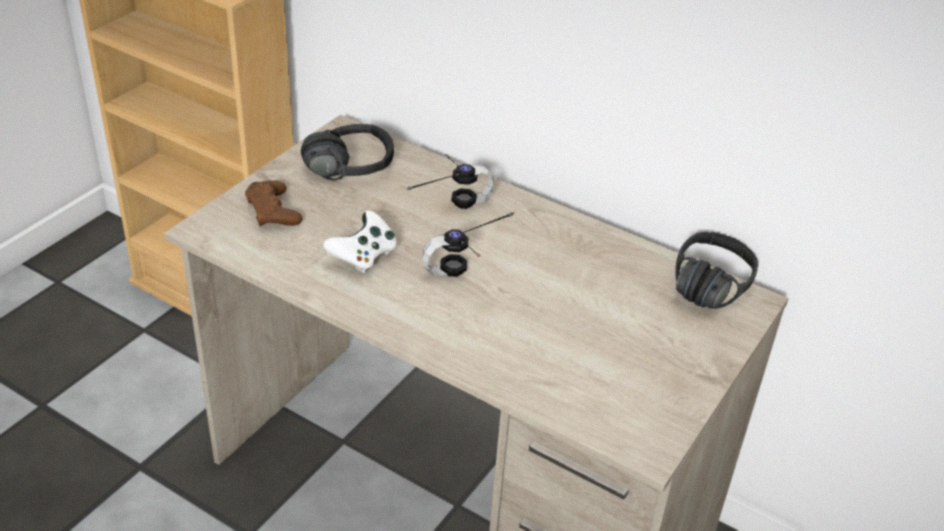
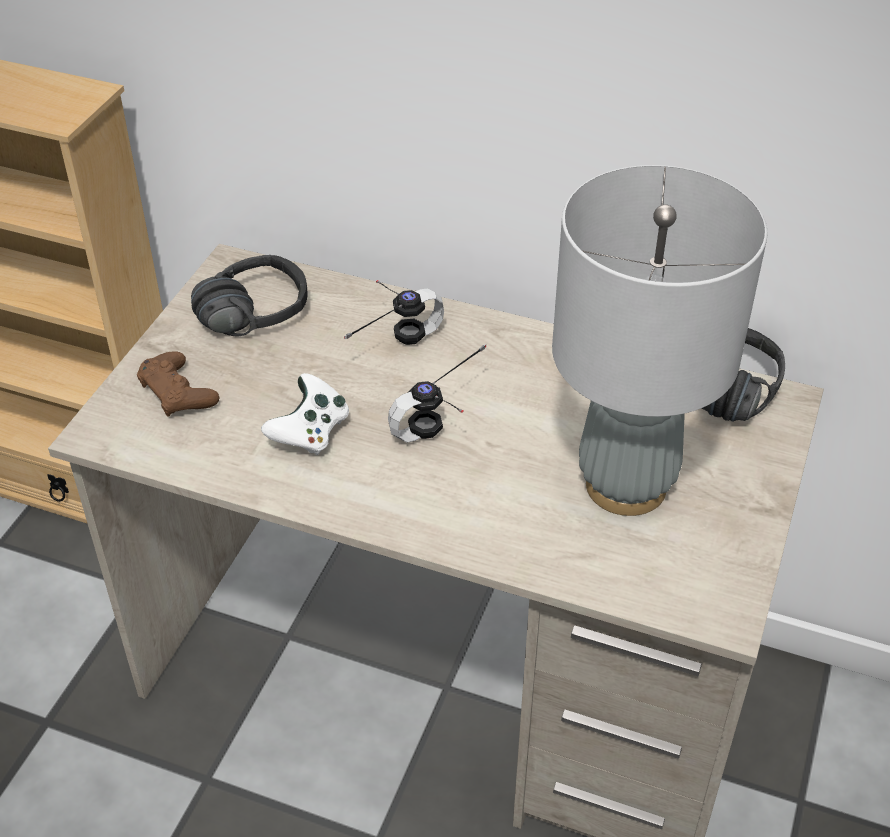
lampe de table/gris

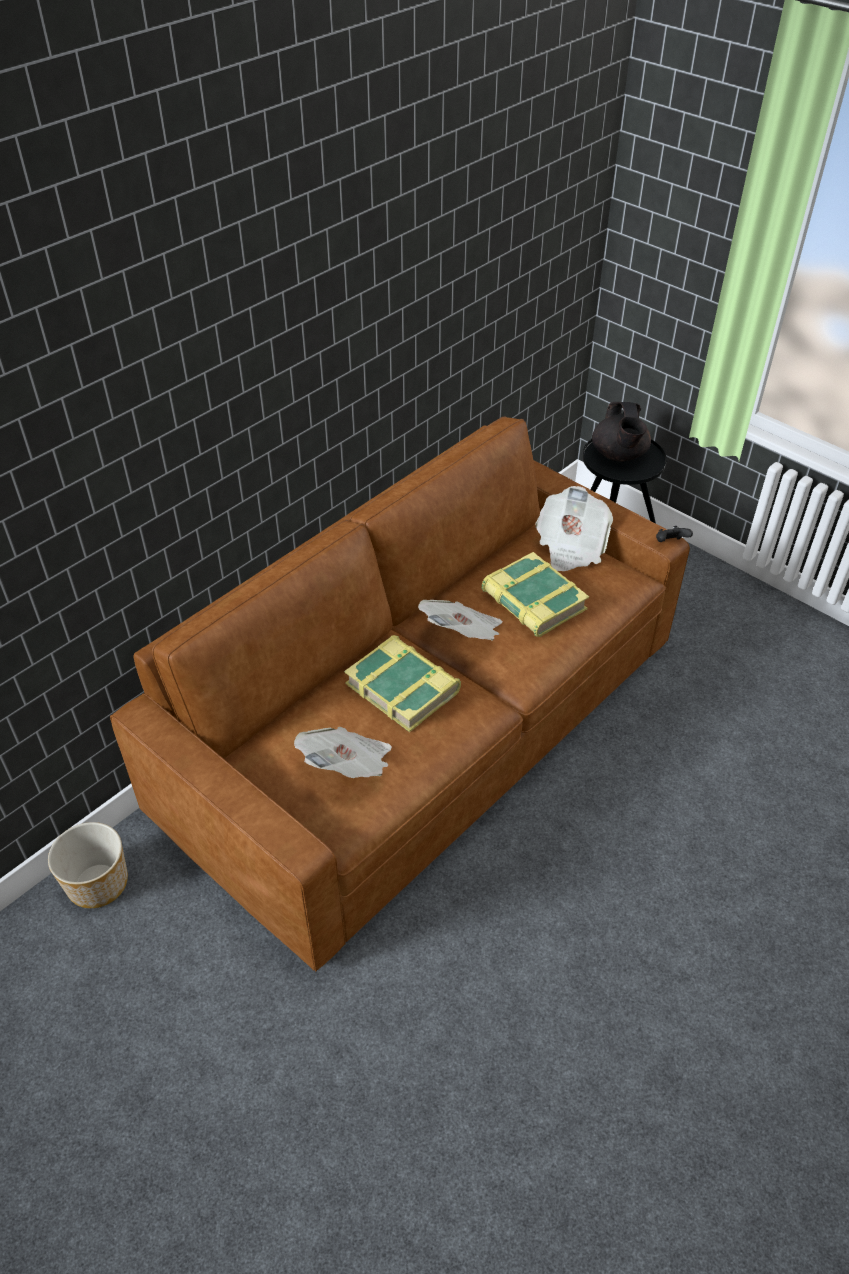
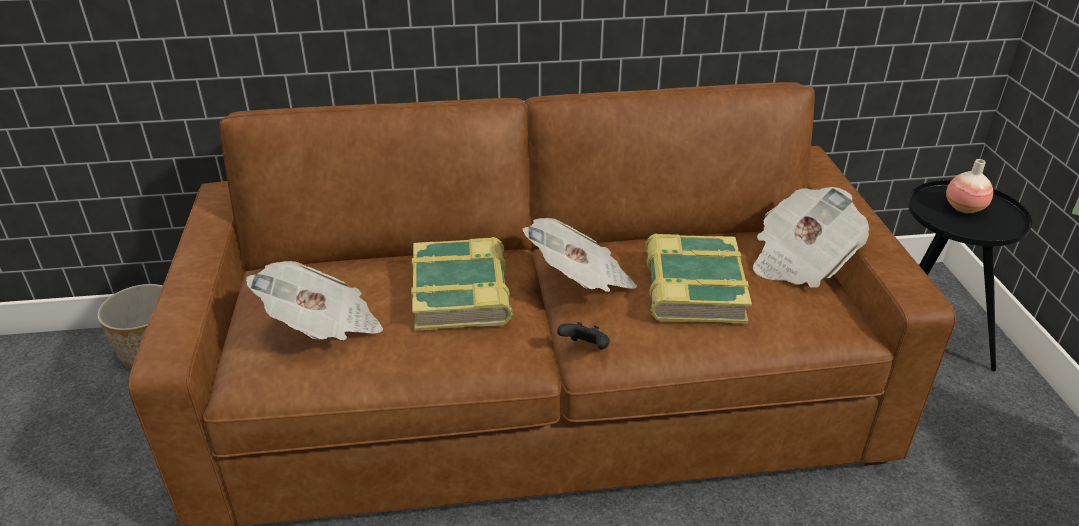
manette/noir; vase

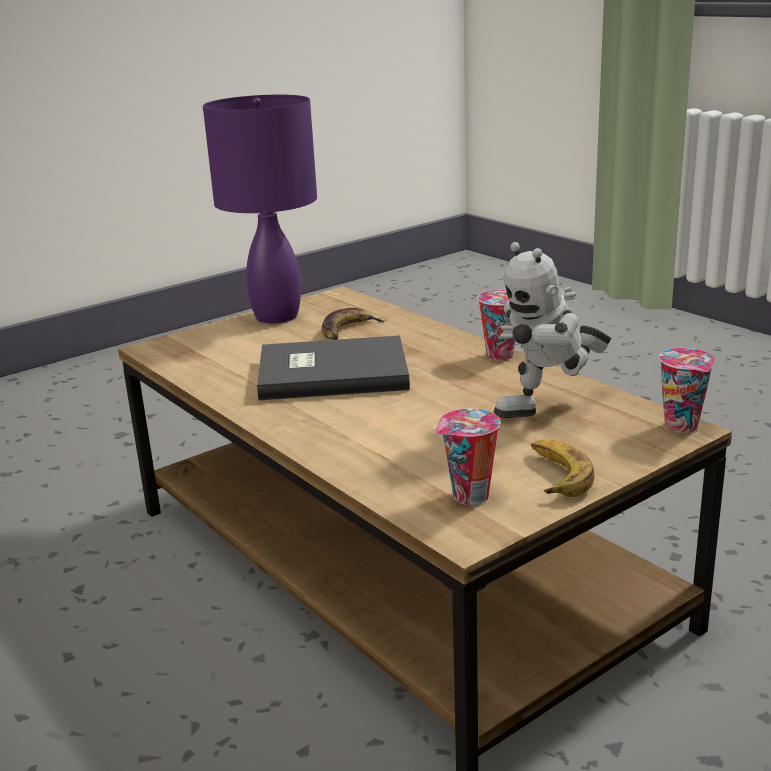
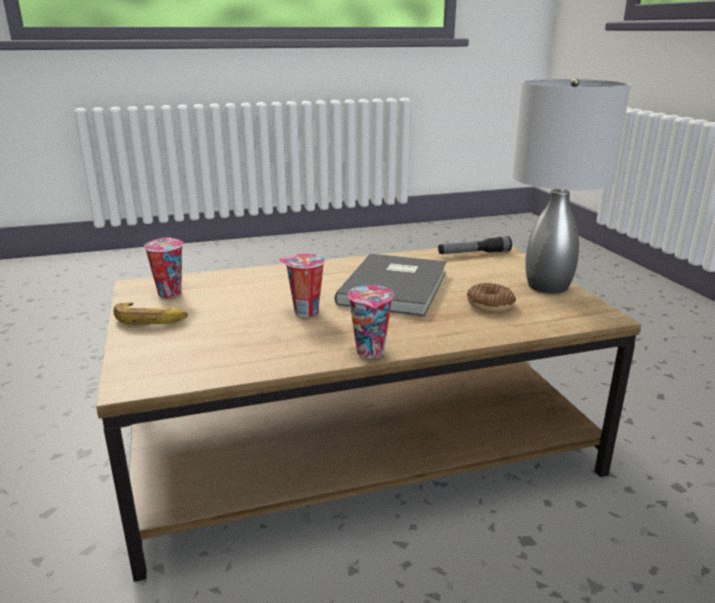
tasse (no. 2 from left); lampe de poche; beignet; lampe de table/gris; robot jouet

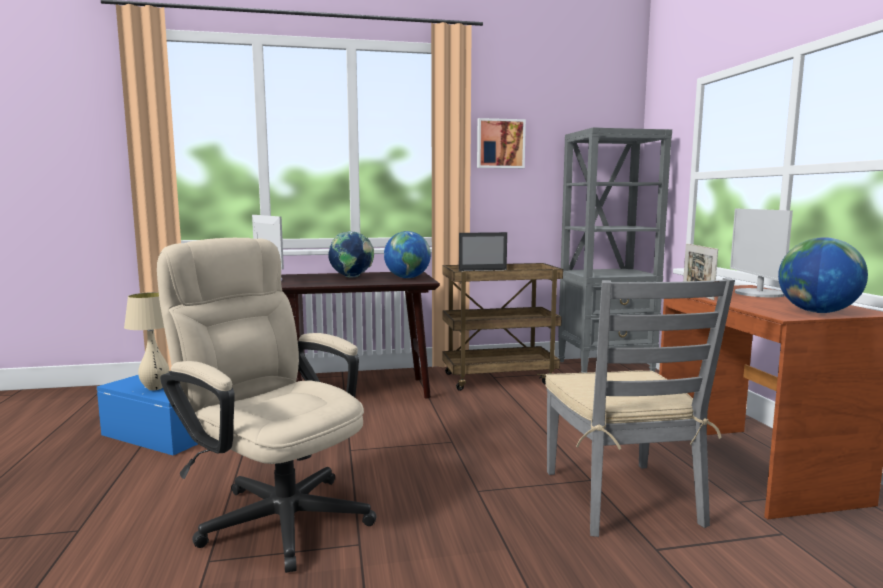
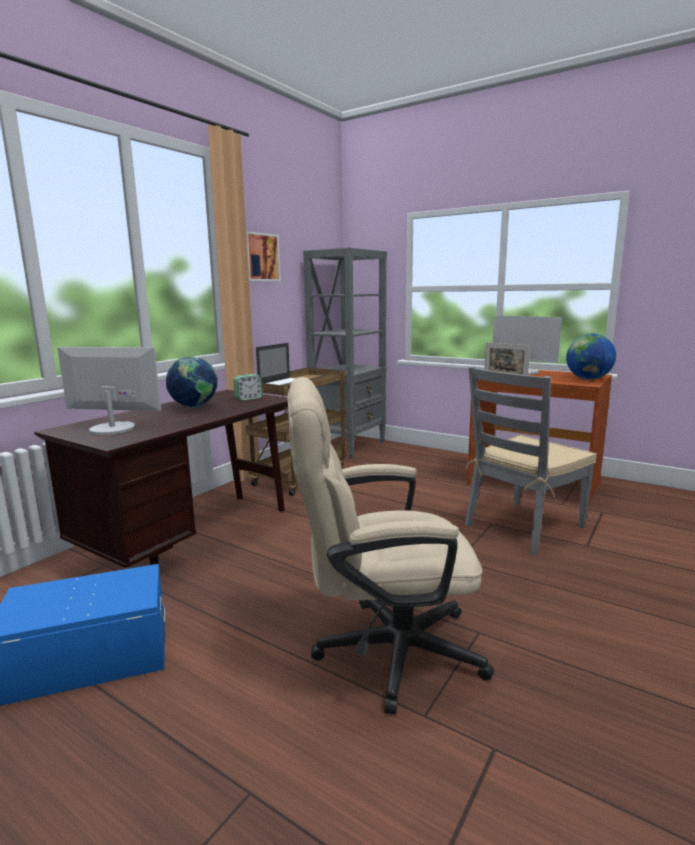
réveil; chaise/gris; lampe de table/beige

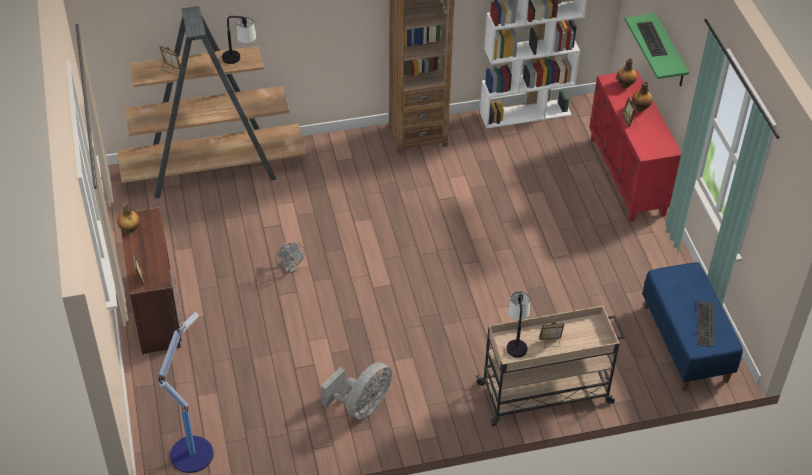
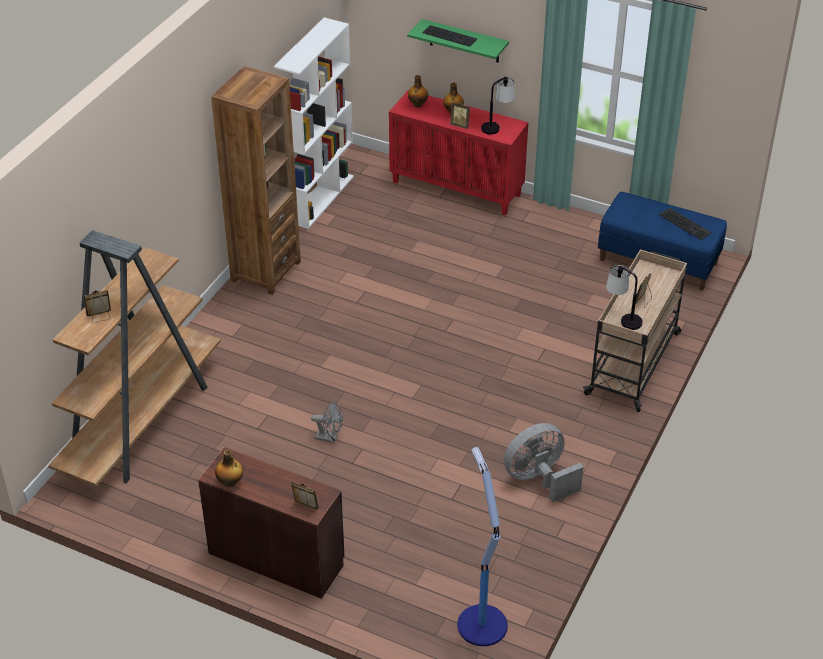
lampe de table (no. 1 from left); ventilateur/gris (no. 2 from left)

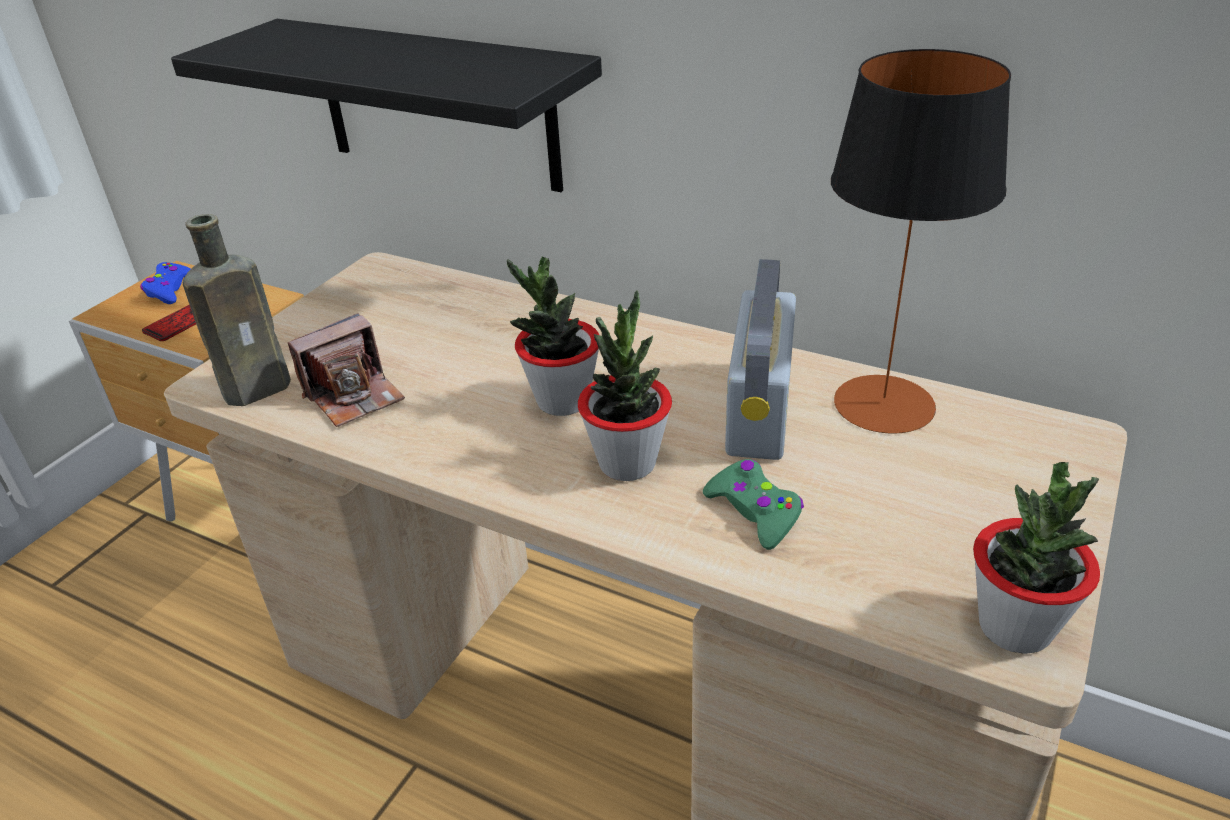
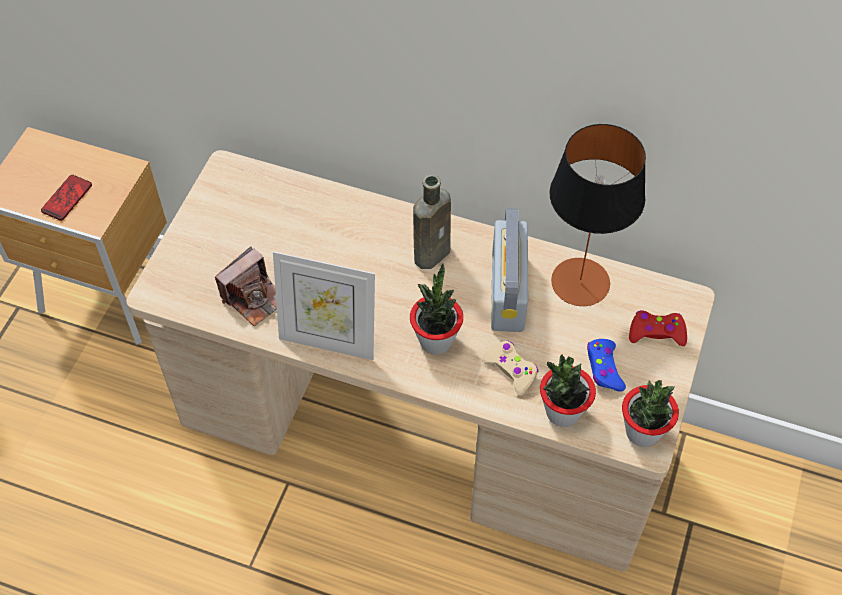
cadre photo; bouteille/marron; manette/beige; plante en pot (no. 2 from left); manette/bleu; manette/rouge; étagère/noir

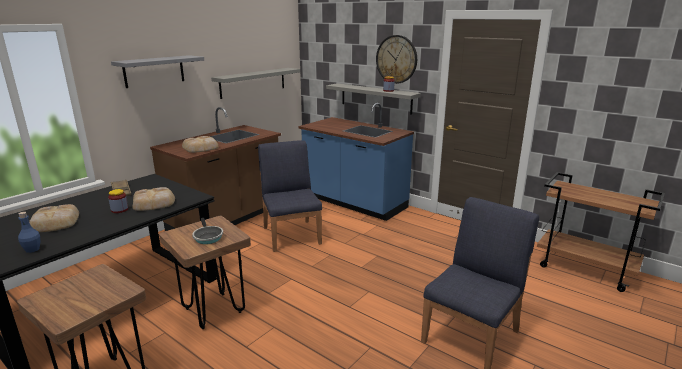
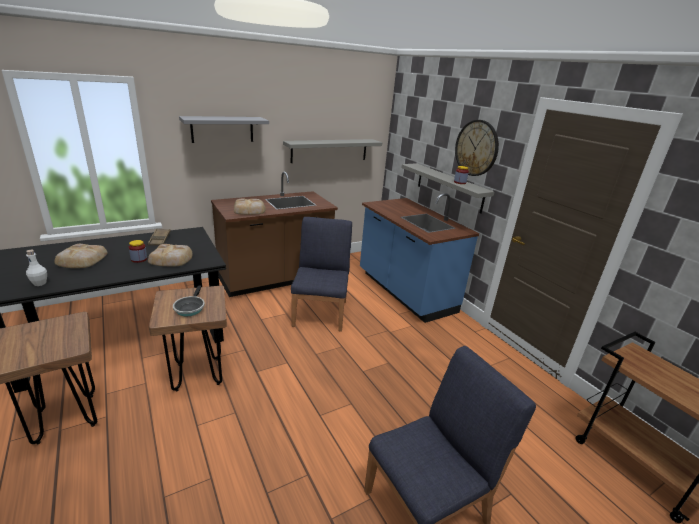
bouteille/blanc

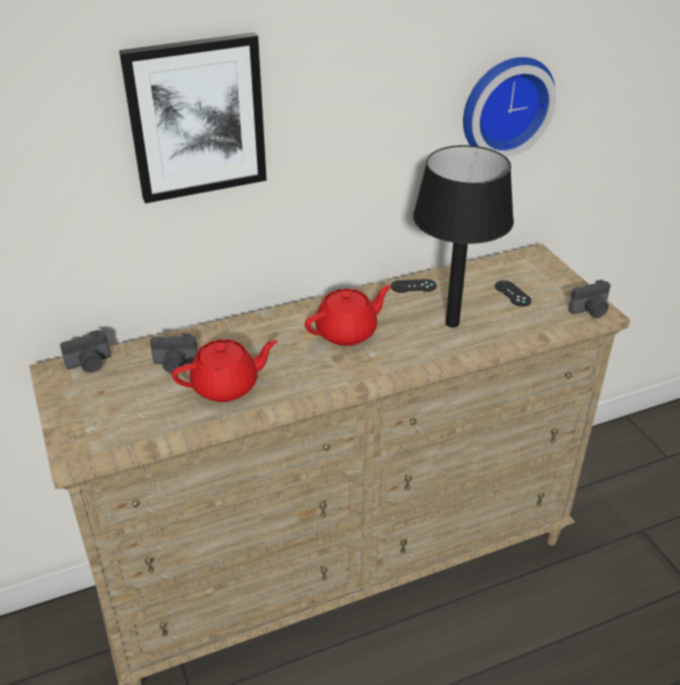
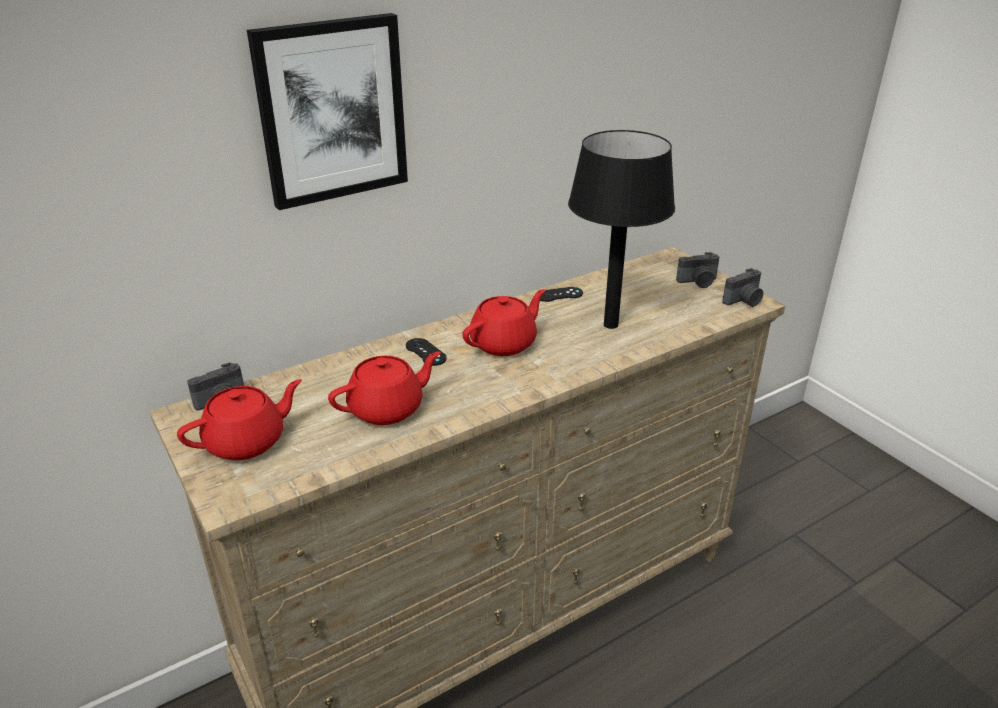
théière/rouge (no. 1 from left); manette/noir (no. 1 from left); appareil photo (no. 2 from left); horloge murale

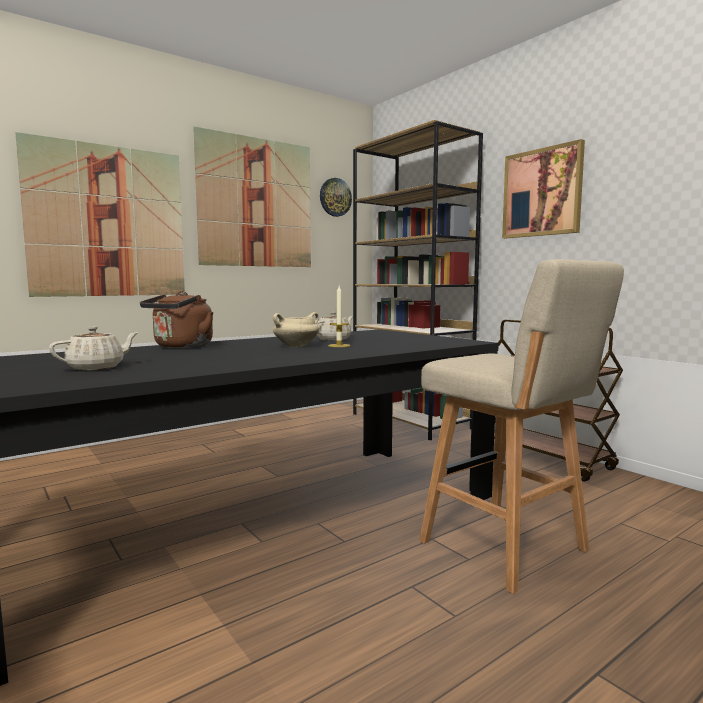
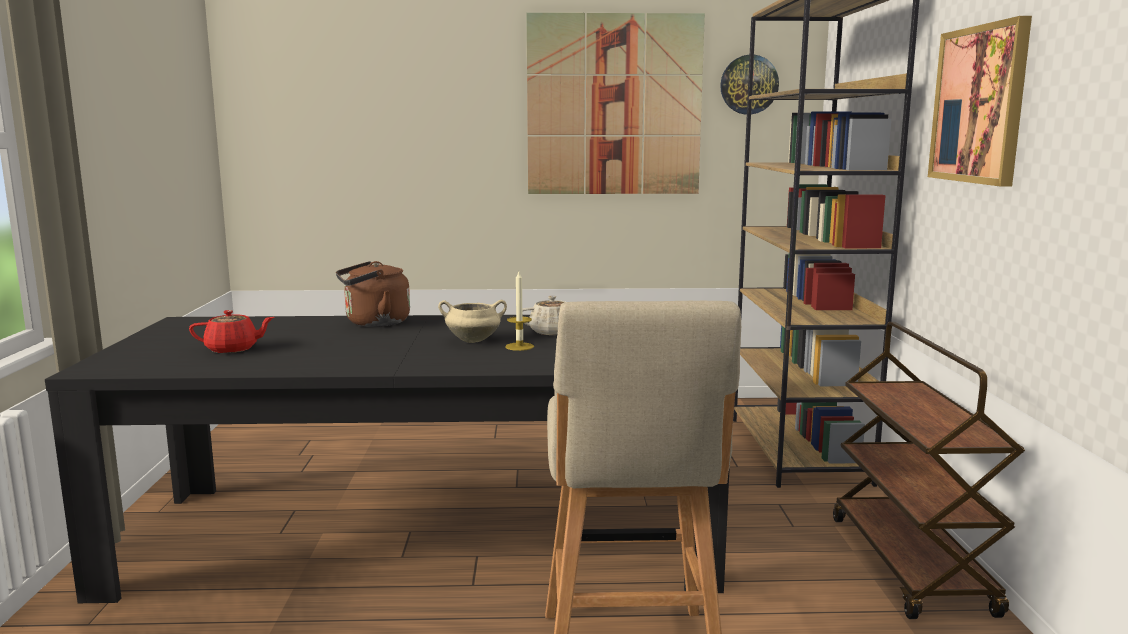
théière/rouge; tableau (no. 1 from left in the first image)

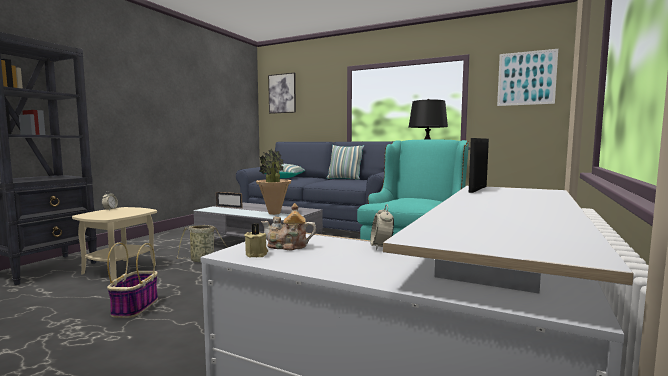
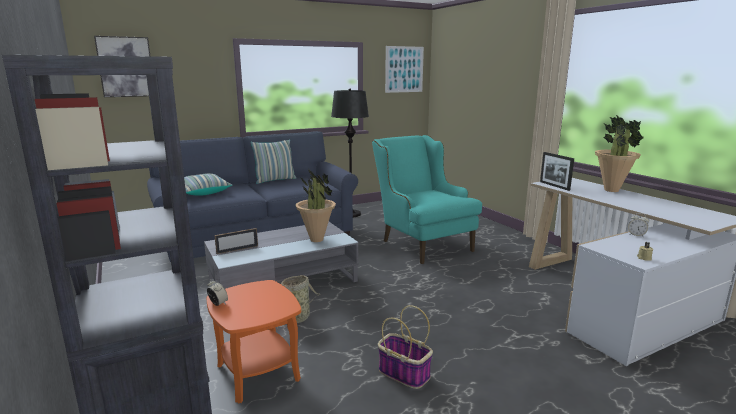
table d'appoint/orange; plante en pot (no. 2 from left); théière

